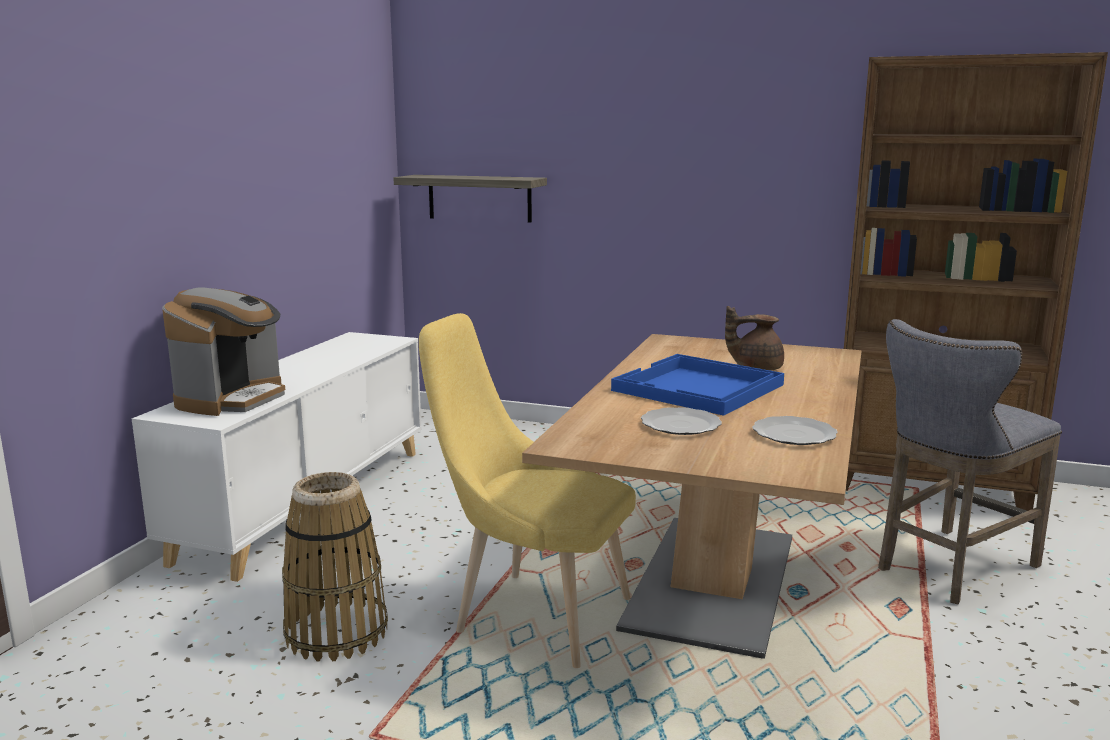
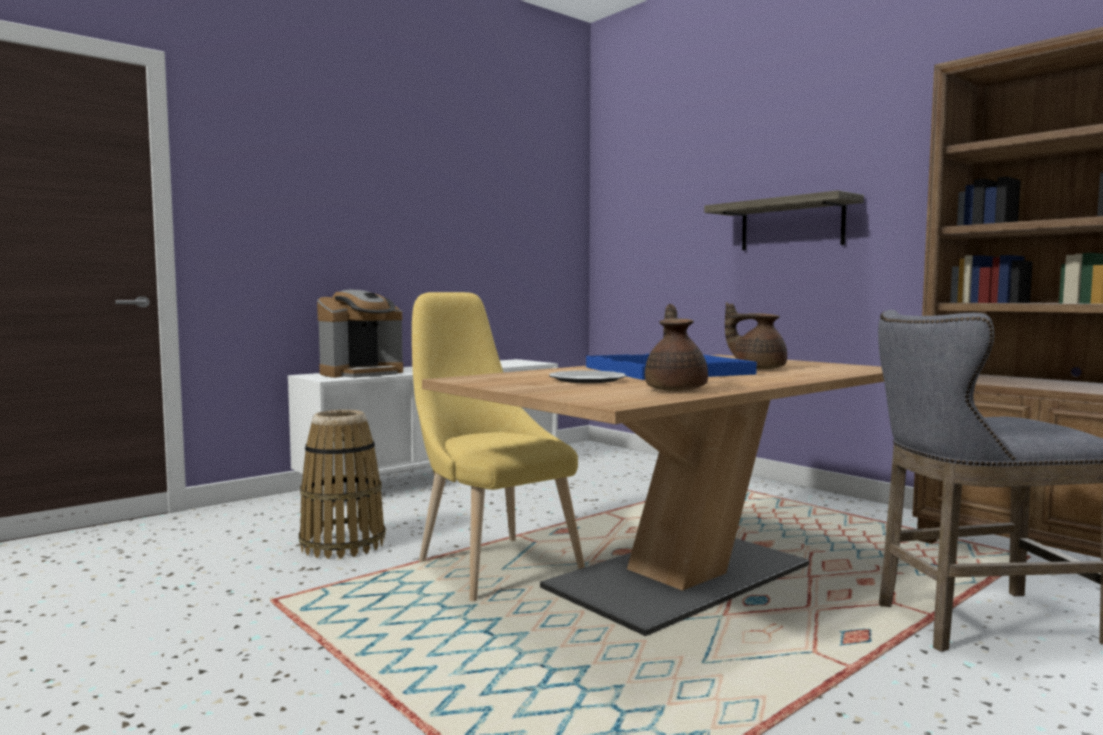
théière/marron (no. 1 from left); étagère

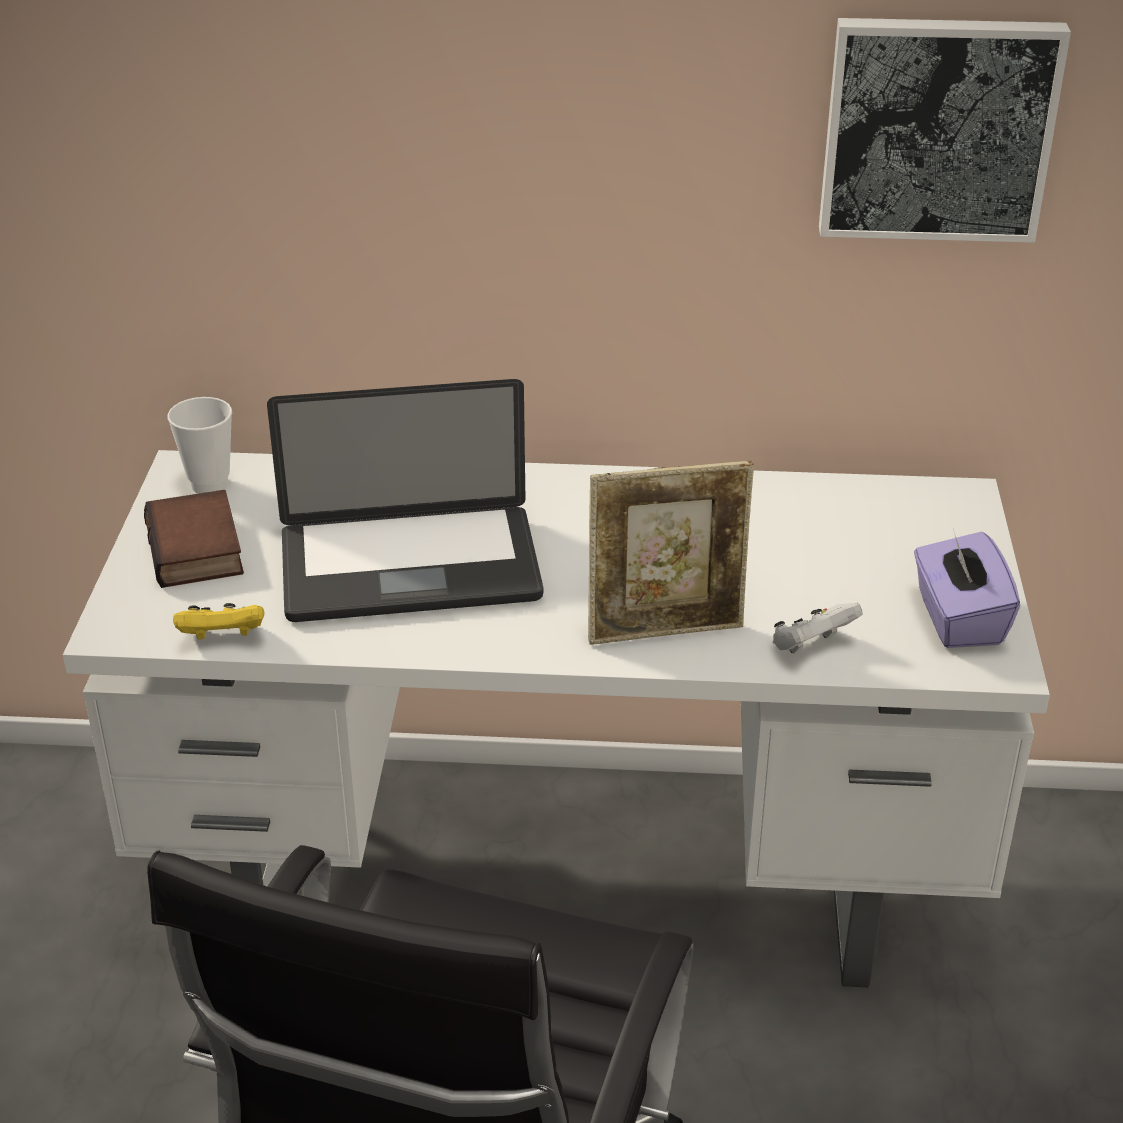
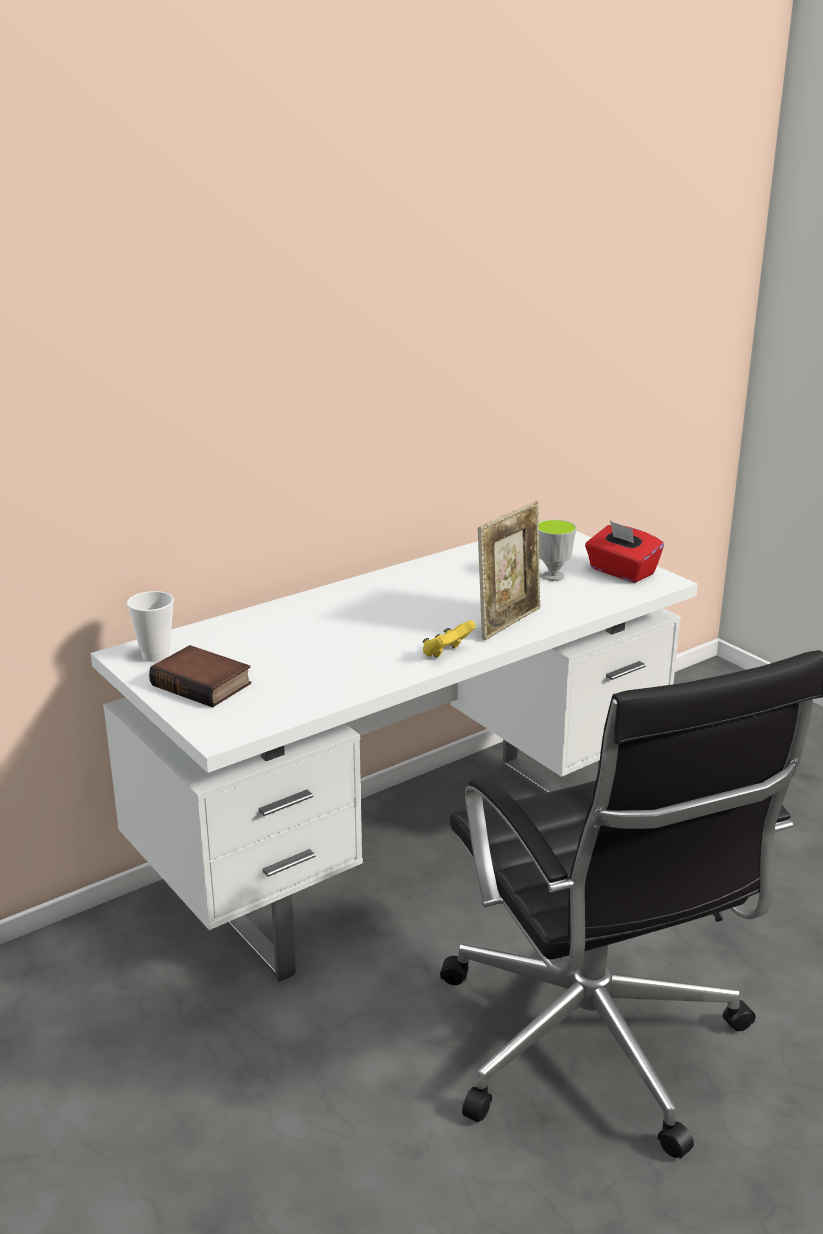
manette/jaune; tasse (no. 2 from left); boîte à mouchoirs/rouge; ordinateur portable; manette/blanc; tableau

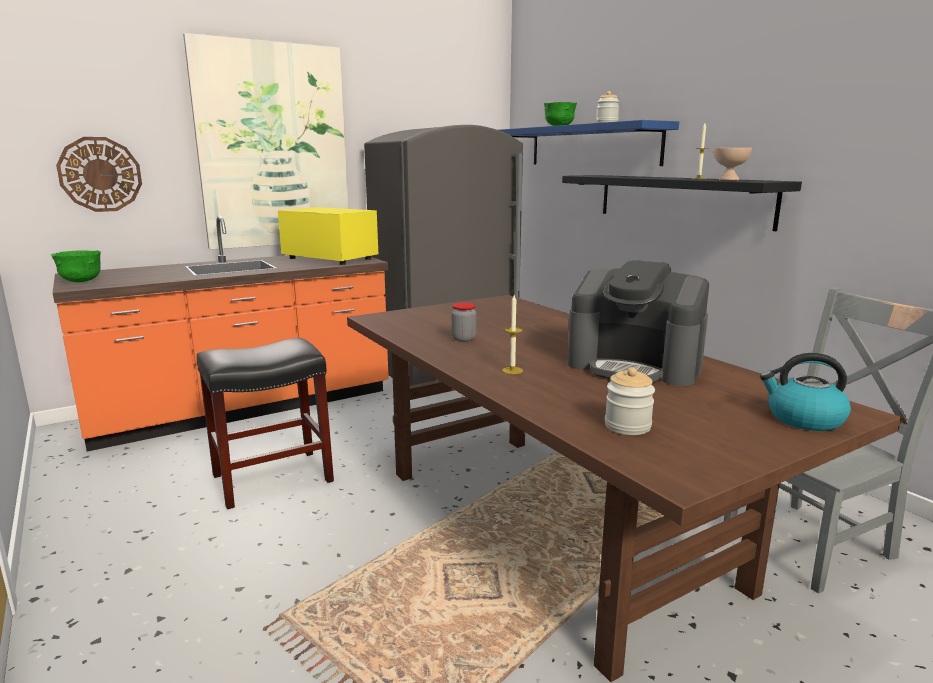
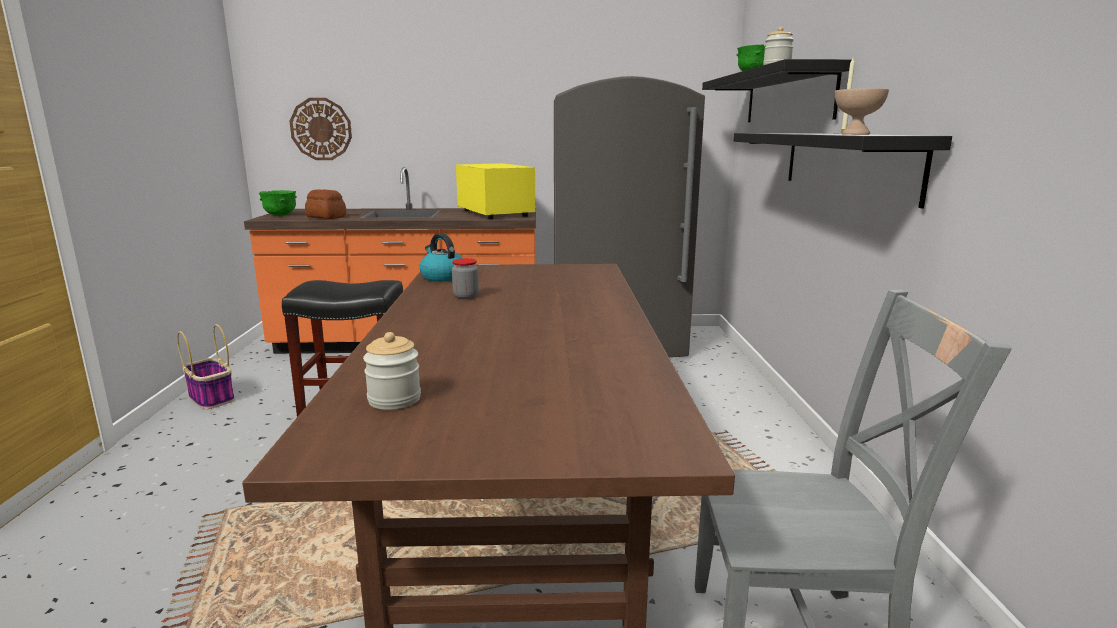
panier; pain; bouilloire; étagère/noir (no. 1 from left); tableau; bougie (no. 1 from left in the first image); machine à café

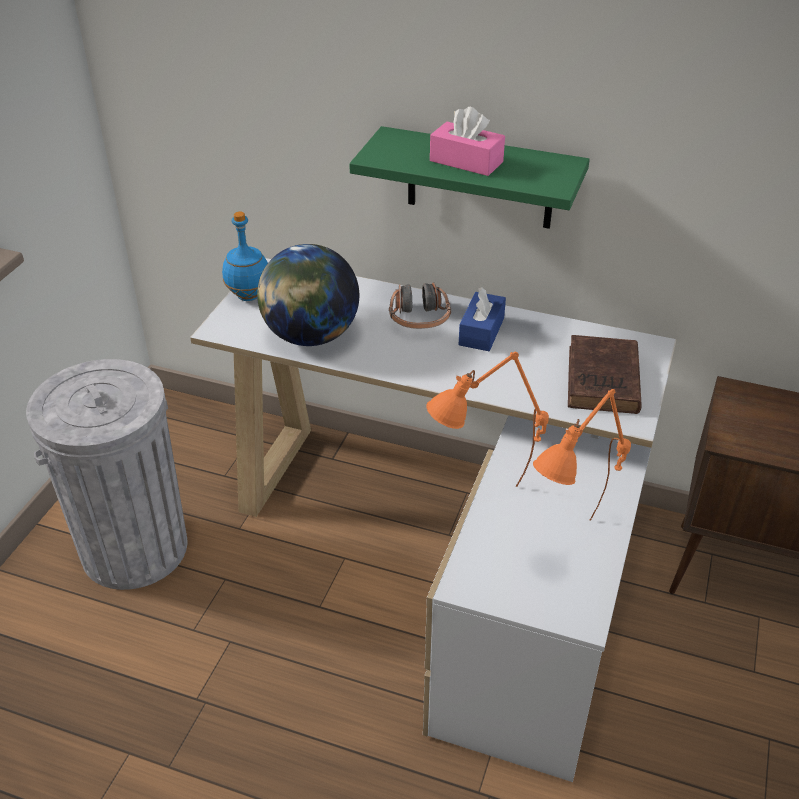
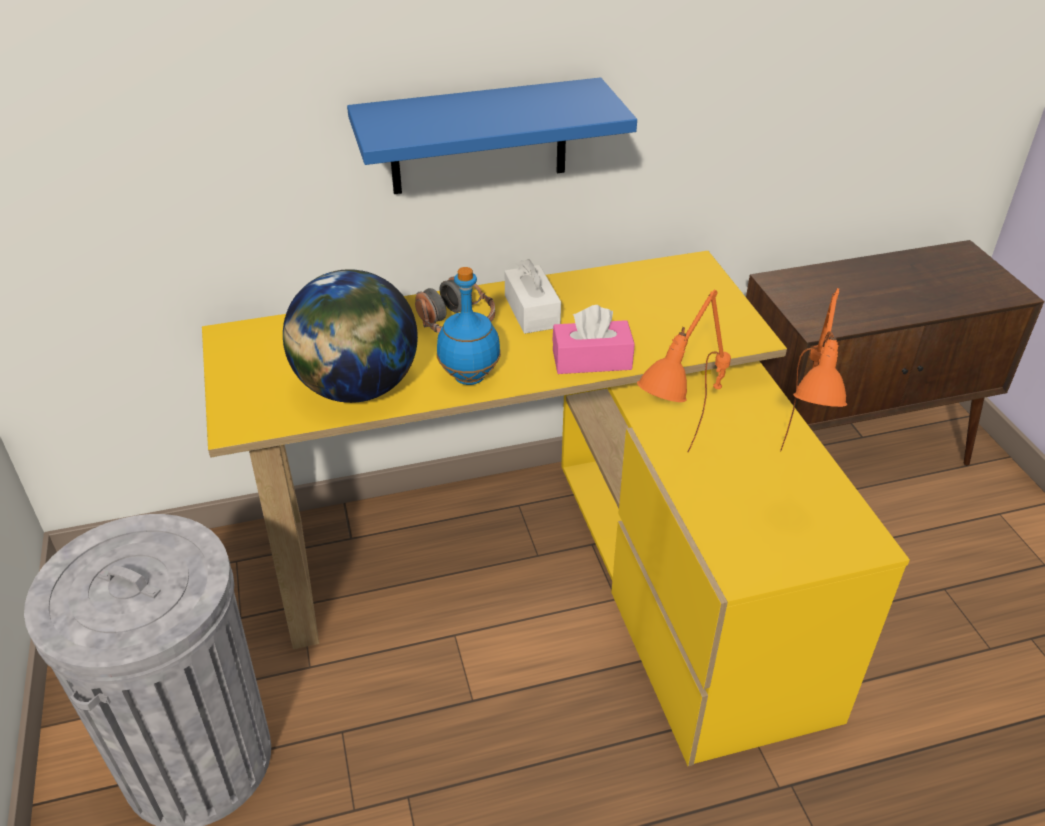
bureau/jaune; étagère/bleu; bouteille/bleu; boîte à mouchoirs/blanc; boîte à mouchoirs/rose; livre/marron

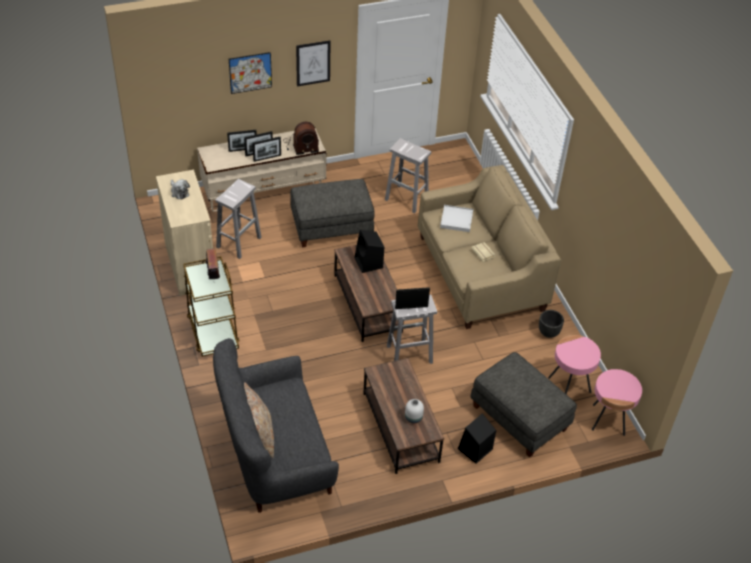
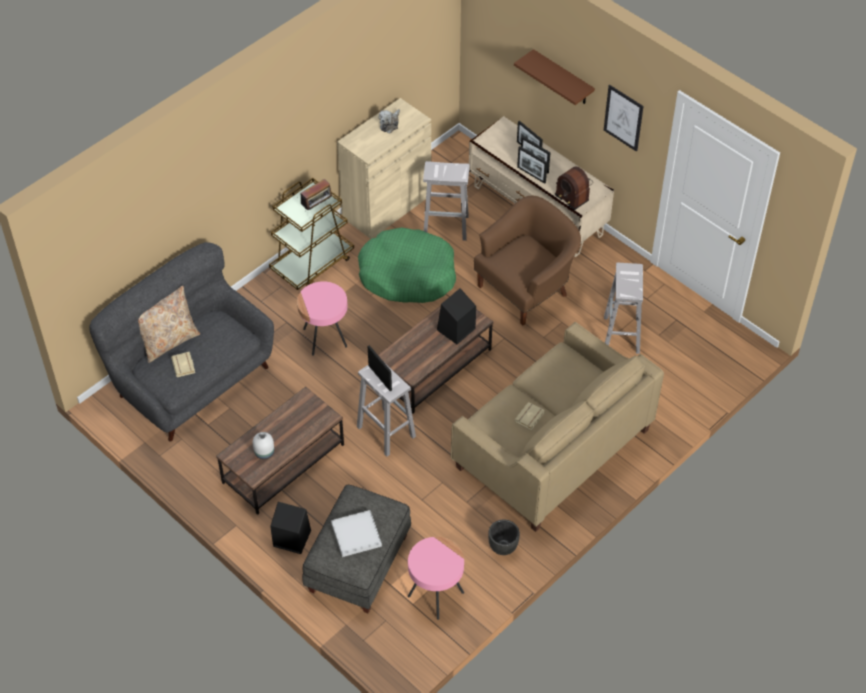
livre/beige (no. 1 from left); table d'appoint/rose (no. 1 from left); plateau/blanc; panier pour chien/vert; fauteuil/marron; étagère/marron

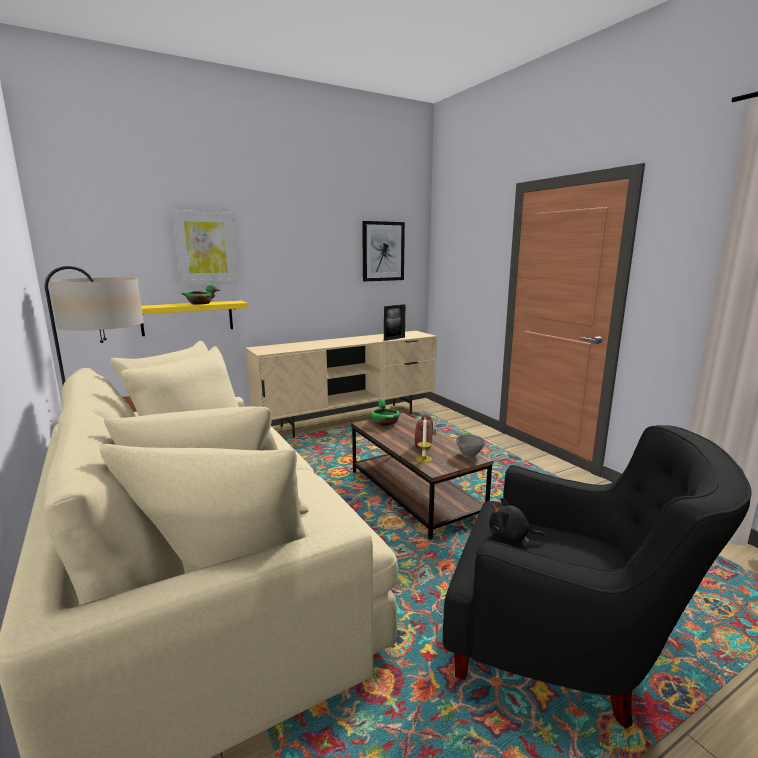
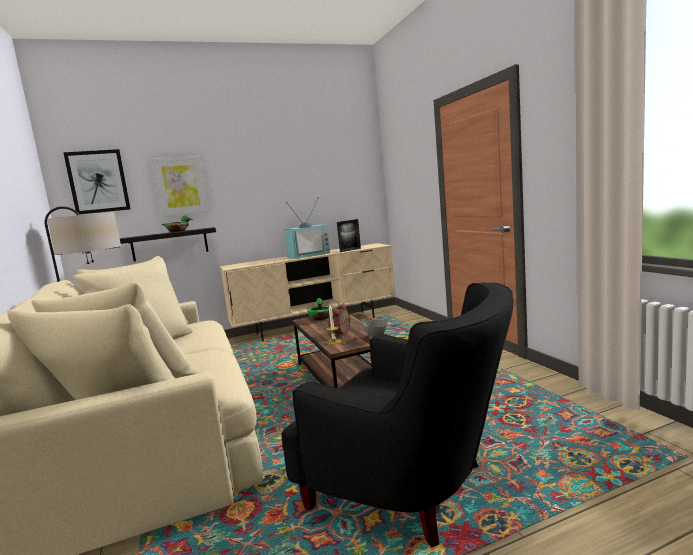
tableau (no. 1 from left); étagère/noir; téléviseur; peluche/noir

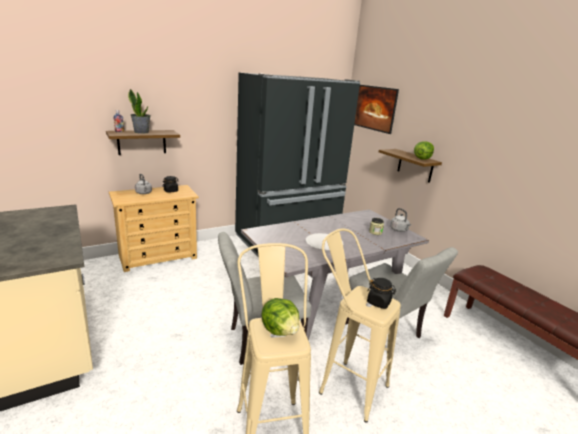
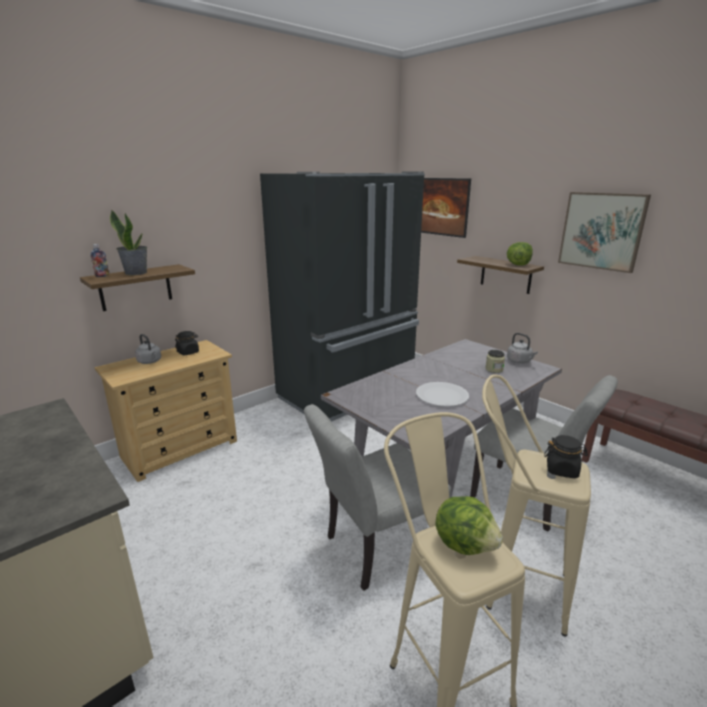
tableau (no. 2 from left)

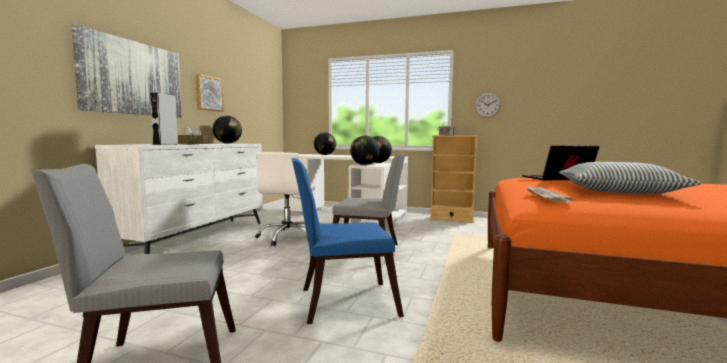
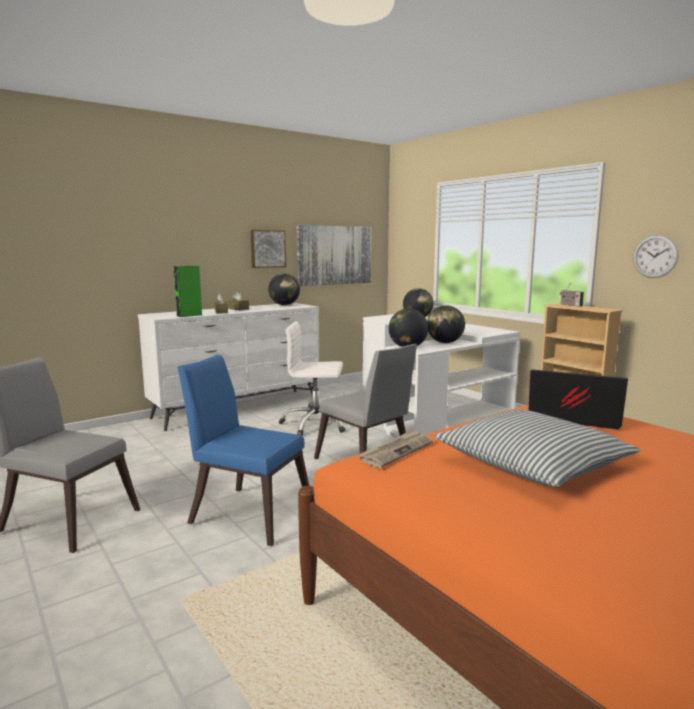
enceinte/vert; chaise de bureau/blanc; tableau (no. 2 from left)

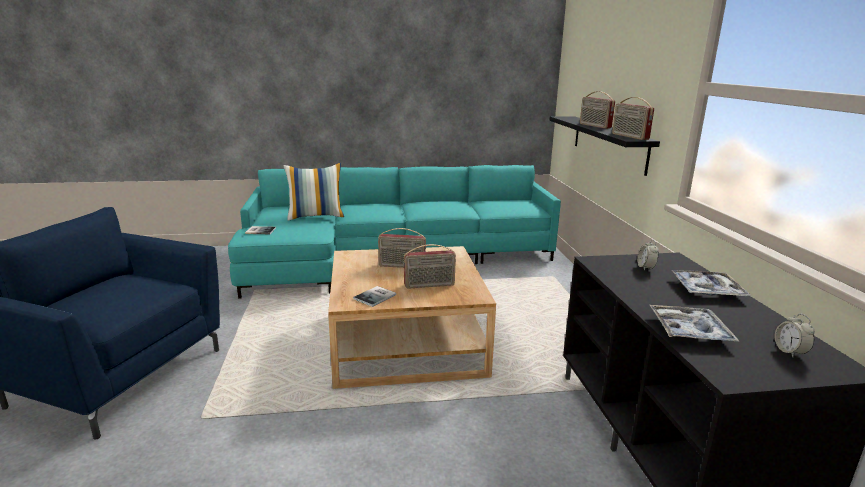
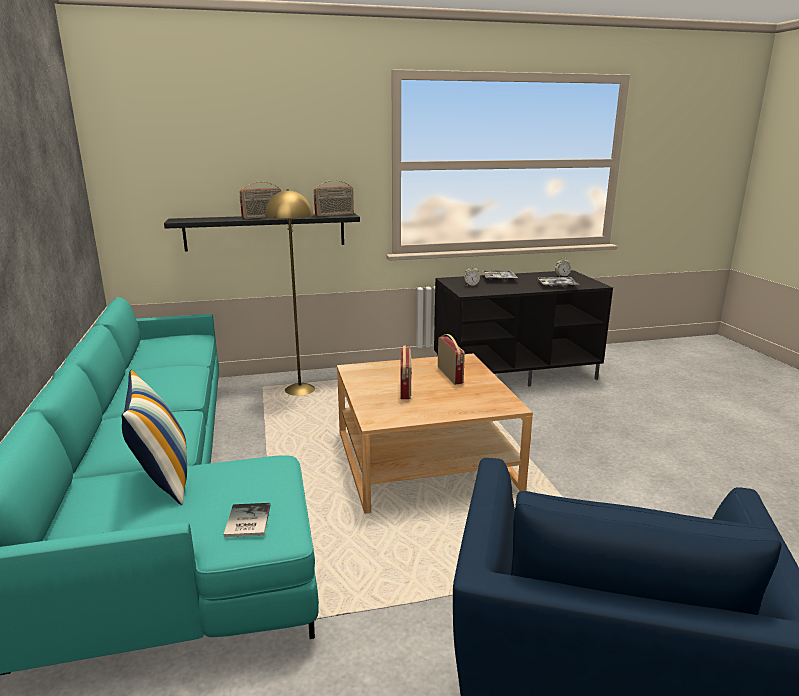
lampadaire/jaune; livre (no. 2 from left in the first image)

